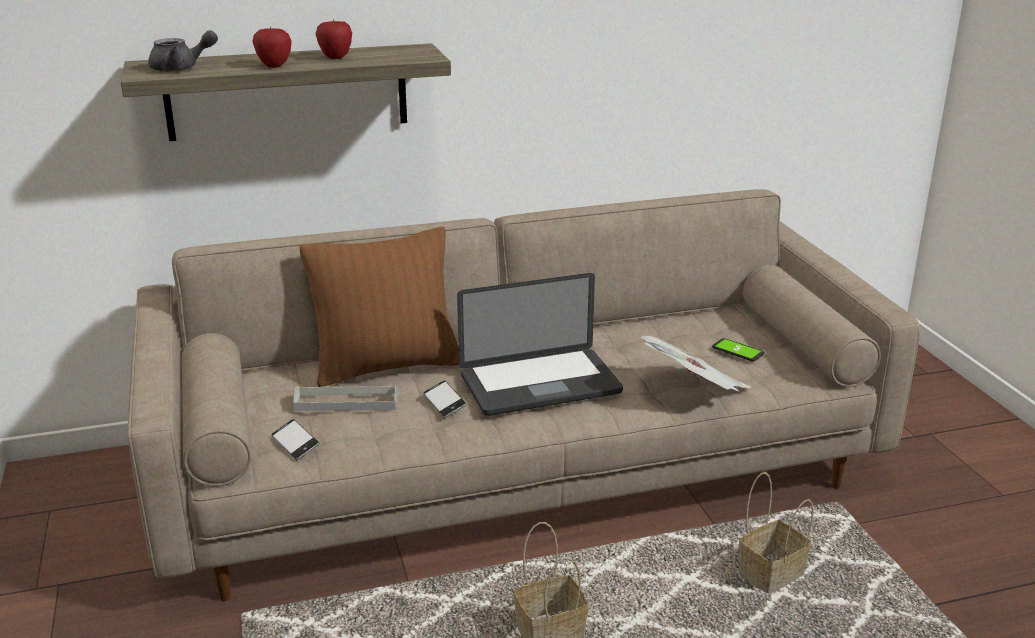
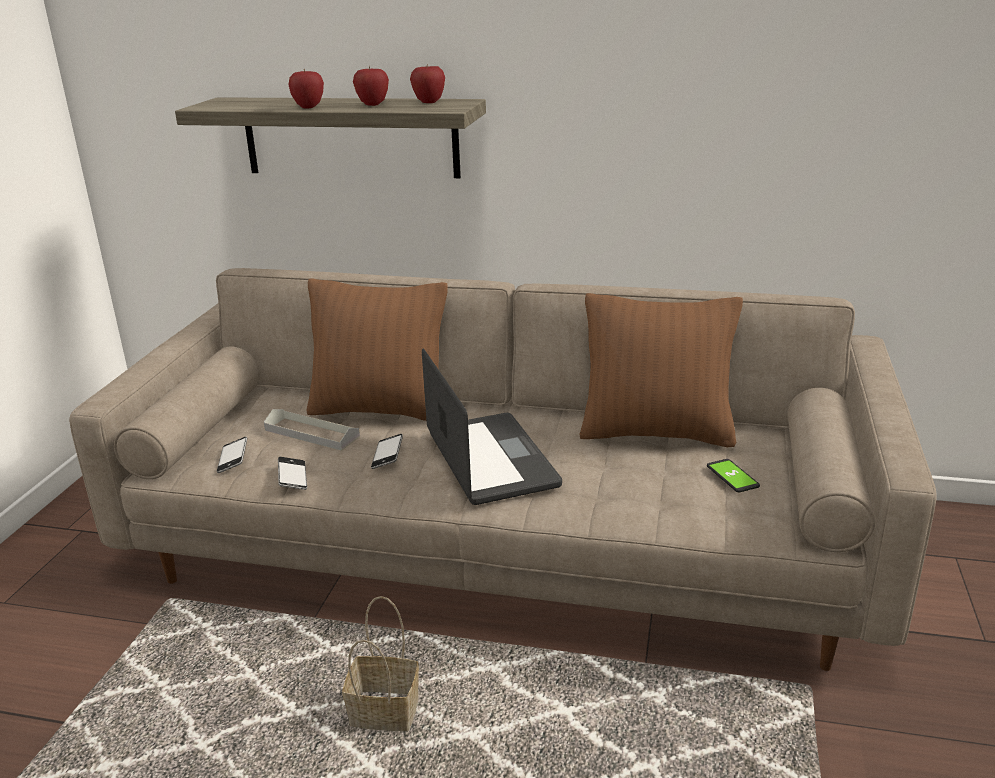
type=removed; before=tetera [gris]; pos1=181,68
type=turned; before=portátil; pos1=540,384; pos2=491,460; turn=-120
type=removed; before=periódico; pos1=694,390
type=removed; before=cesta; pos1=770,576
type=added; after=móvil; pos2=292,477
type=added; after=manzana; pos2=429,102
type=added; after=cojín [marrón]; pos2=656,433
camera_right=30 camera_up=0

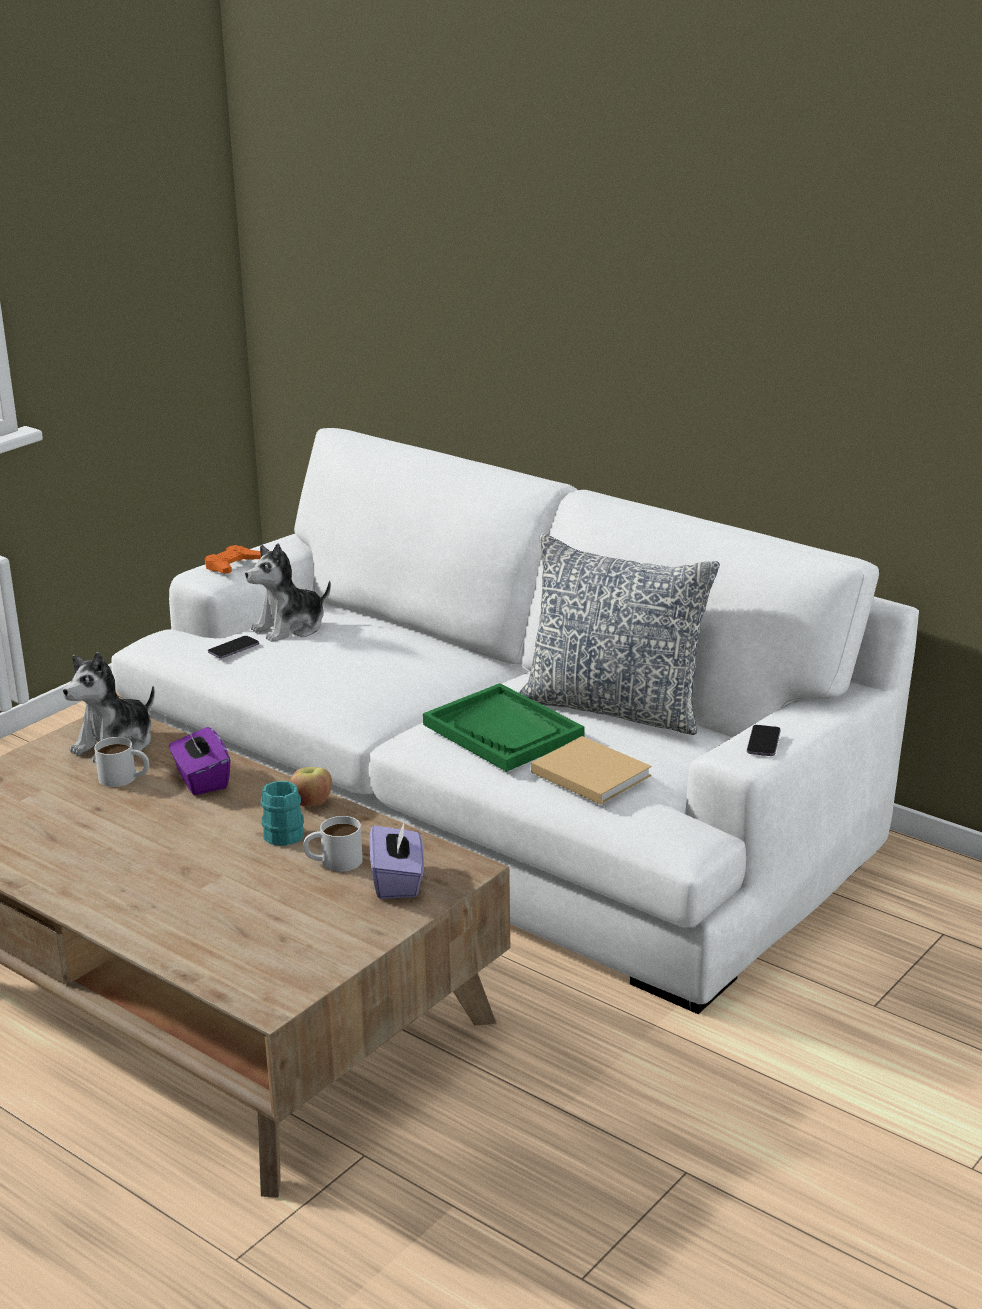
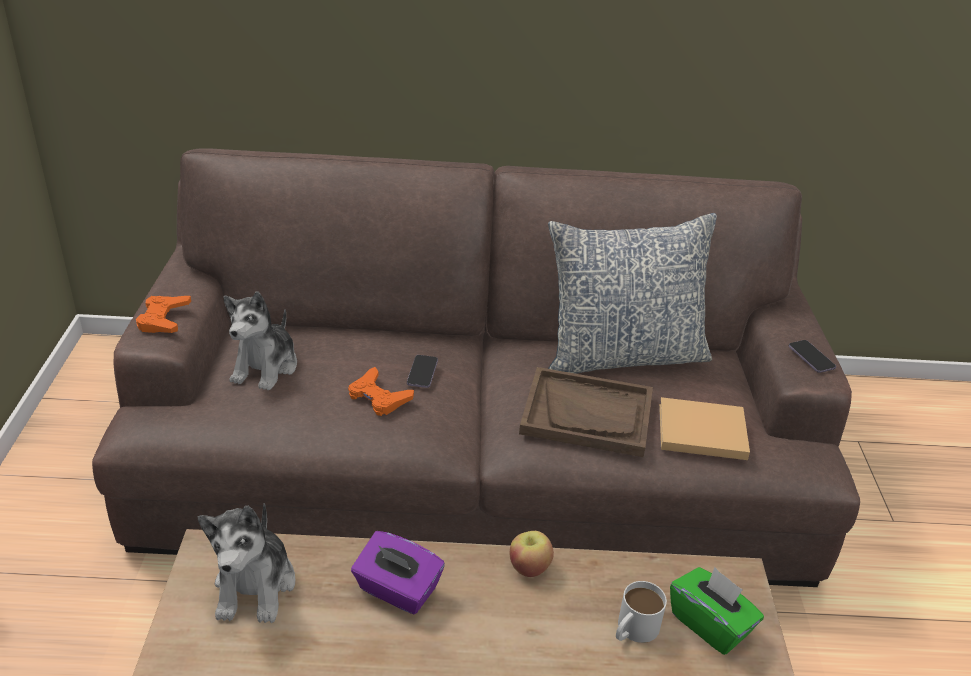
type=removed; before=taza grande [blanco]; pos1=124,778
type=recoloured; before=sofá [blanco]; after=sofá [marrón]; pos1=495,804; pos2=478,456
type=moved; before=móvil; pos1=233,649; pos2=422,372
type=removed; before=taza grande [turquesa]; pos1=280,833
type=recoloured; before=caja de pañuelos [morado]; after=caja de pañuelos [verde]; pos1=398,881; pos2=710,624
type=recoloured; before=bandeja [verde]; after=bandeja [marrón]; pos1=503,731; pos2=587,414
type=added; after=mando de consola [naranja]; pos2=378,397
camera_right=-40 camera_up=10

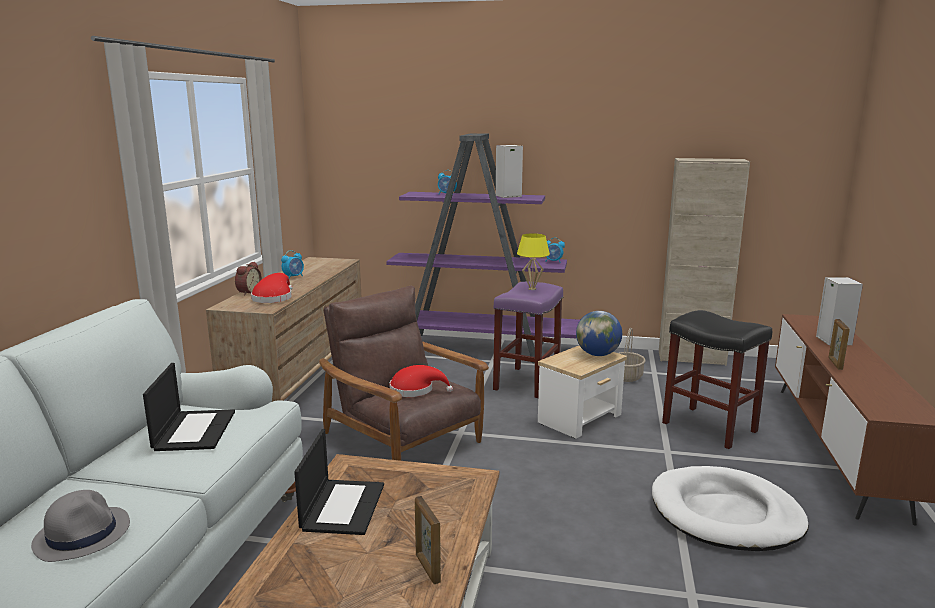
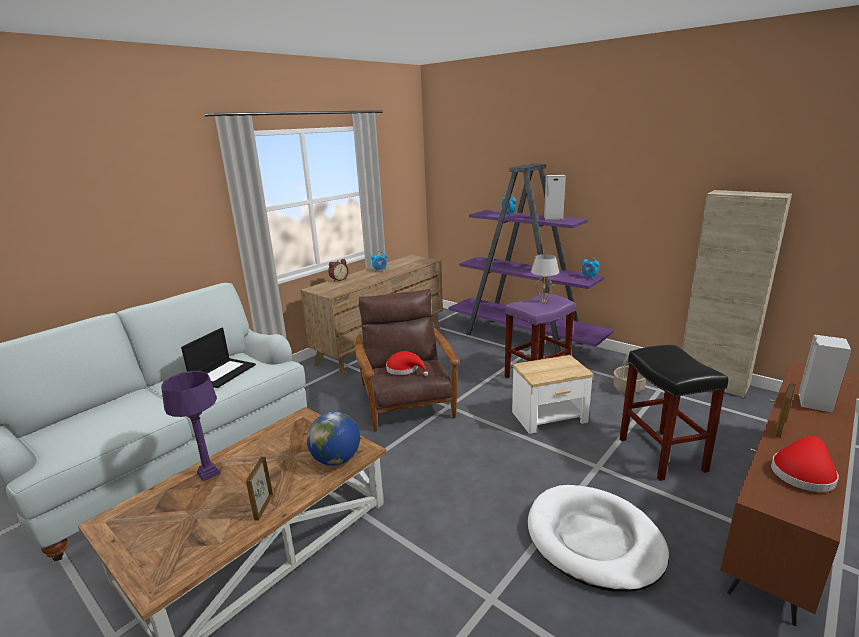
type=removed; before=sombrero [gris]; pos1=83,534
type=moved; before=sombrero [rojo]; pos1=273,298; pos2=802,472
type=removed; before=portátil; pos1=342,506
type=recoloured; before=lámpara de mesa [amarillo]; after=lámpara de mesa [blanco]; pos1=532,289; pos2=543,301
type=moved; before=globo terráqueo; pos1=597,354; pos2=336,459
type=added; after=lámpara de mesa [morado]; pos2=208,473
camera_right=30 camera_up=5

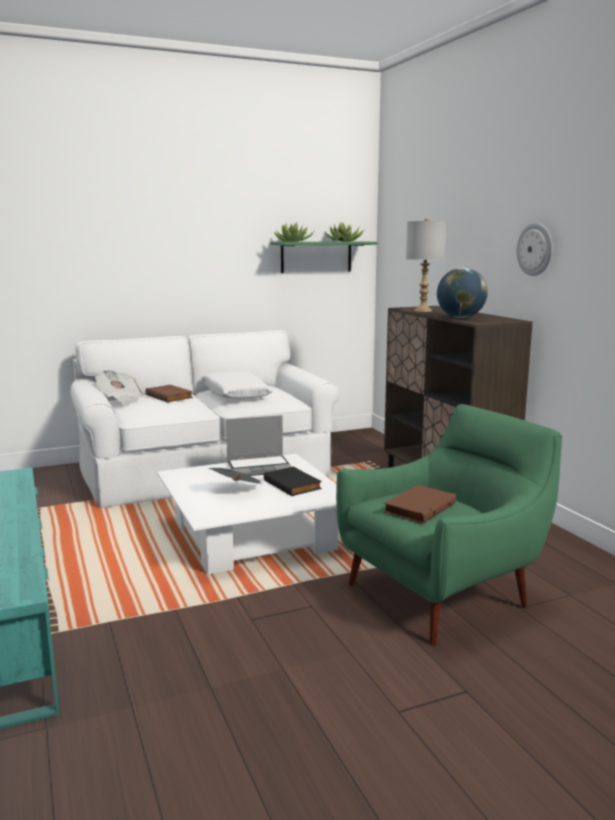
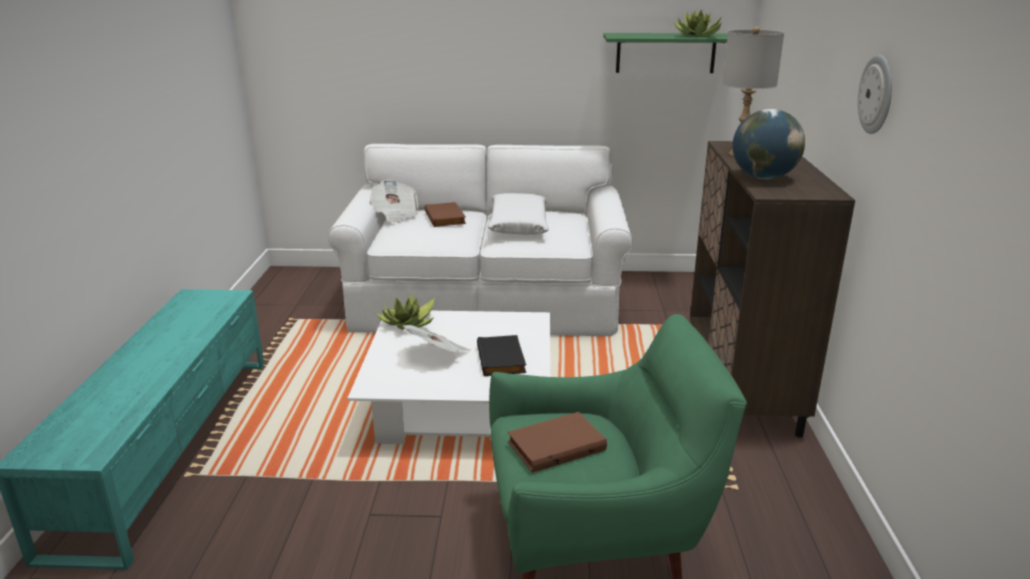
type=removed; before=portátil; pos1=260,467
type=moved; before=planta en maceta; pos1=293,241; pos2=409,324
camera_right=25 camera_up=10

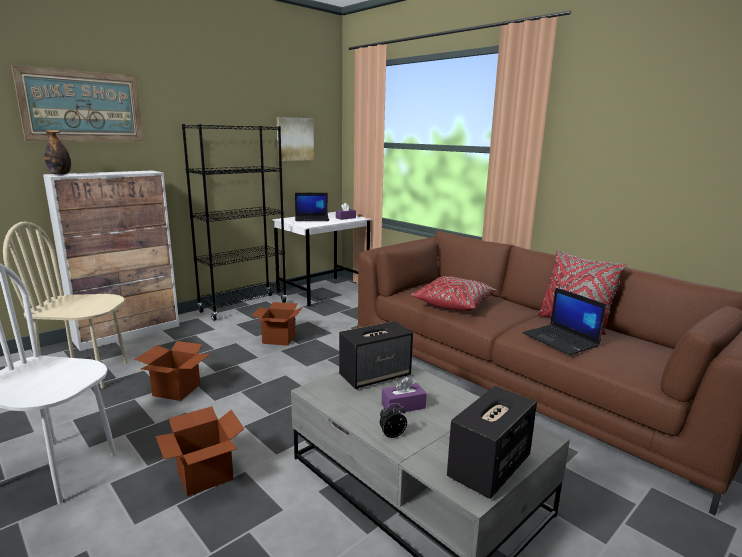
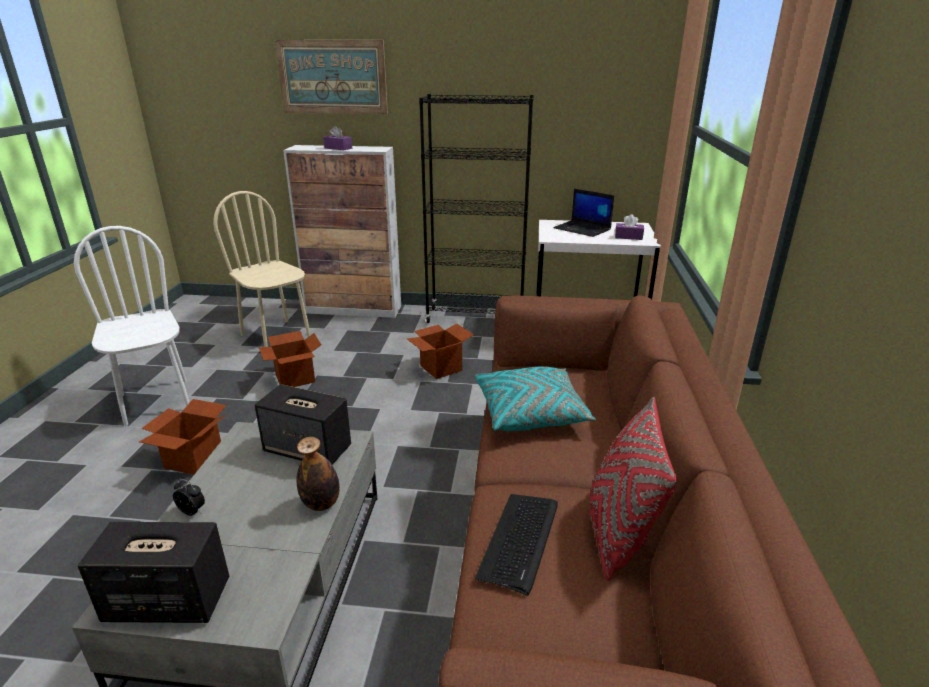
type=moved; before=botella; pos1=60,174; pos2=321,504
type=removed; before=cuadro; pos1=294,139
type=moved; before=caja de pañuelos [morado]; pos1=403,406; pos2=338,148
type=recoloured; before=cojín [rojo]; after=cojín [turquesa]; pos1=454,304; pos2=531,413
type=replaced; before=portátil; after=teclado; pos1=561,340; pos2=520,540
camera_right=50 camera_up=10

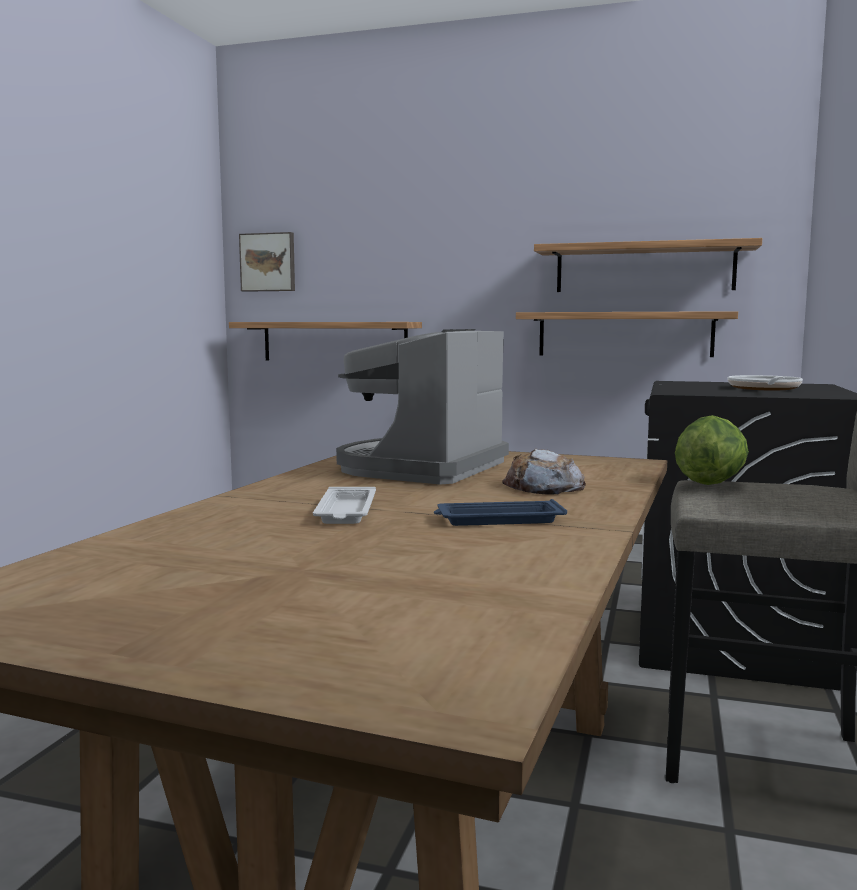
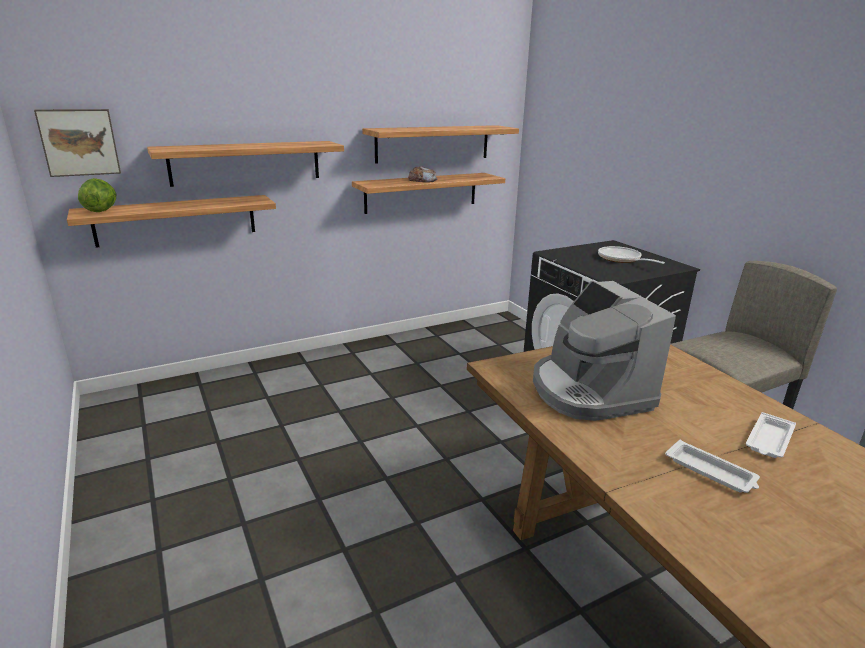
type=recoloured; before=bandeja [azul]; after=bandeja [blanco]; pos1=497,520; pos2=769,440
type=moved; before=pan; pos1=543,487; pos2=422,180
type=moved; before=lechuga; pos1=710,483; pos2=101,211
type=added; after=estante; pos2=246,162
camera_right=-45 camera_up=15

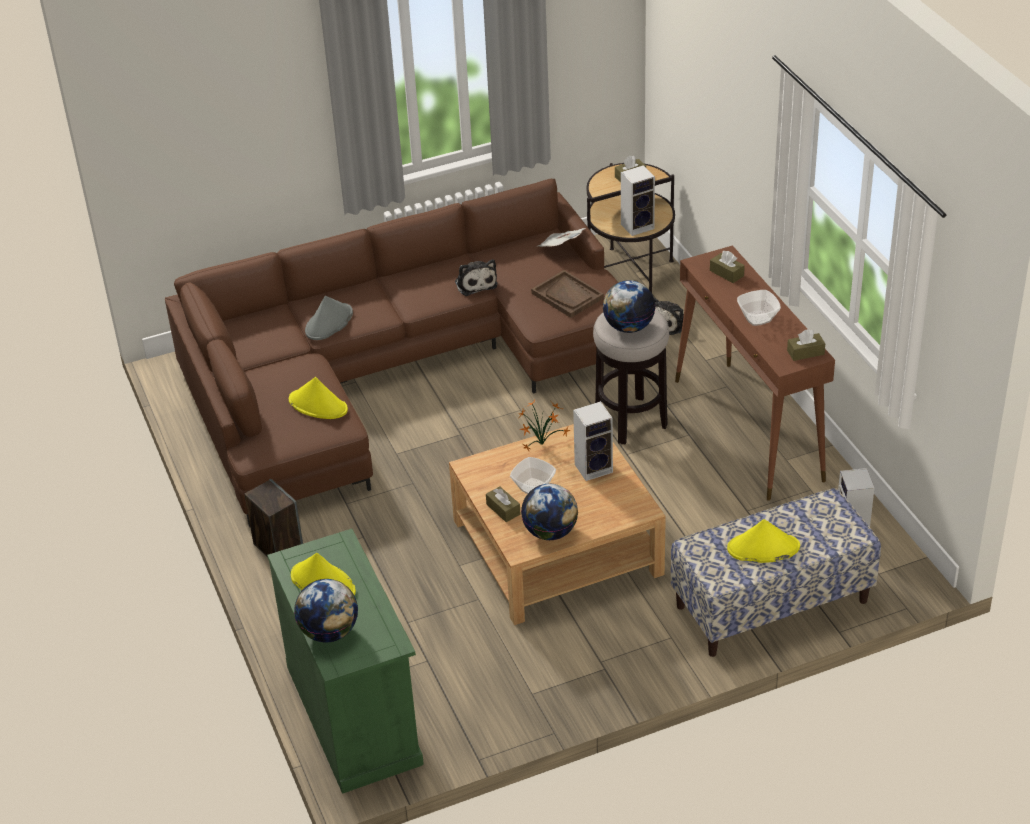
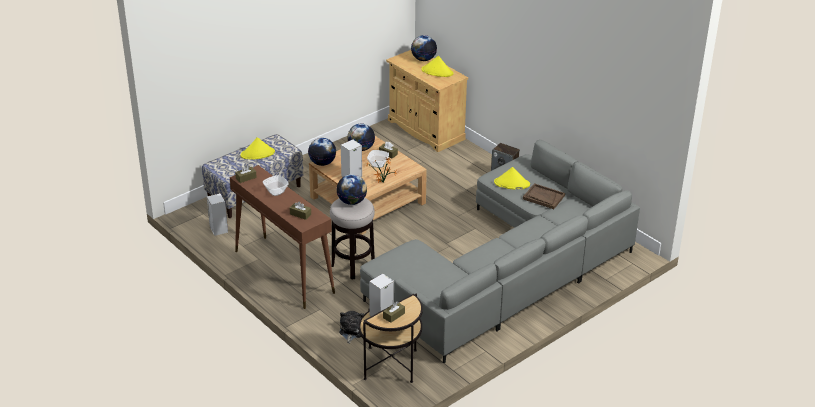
type=recoloured; before=sofá [marrón]; after=sofá [gris]; pos1=393,372; pos2=506,270
type=recoloured; before=armario [verde]; after=armario [beis]; pos1=354,715; pos2=426,130
type=removed; before=sombrero [gris]; pos1=329,323
type=removed; before=peluche; pos1=475,283
type=moved; before=bandeja [marrón]; pos1=567,296; pos2=543,197
type=removed; before=periódico; pos1=561,248
type=added; after=globo terráqueo; pos2=322,163
camera_right=160 camera_up=-5

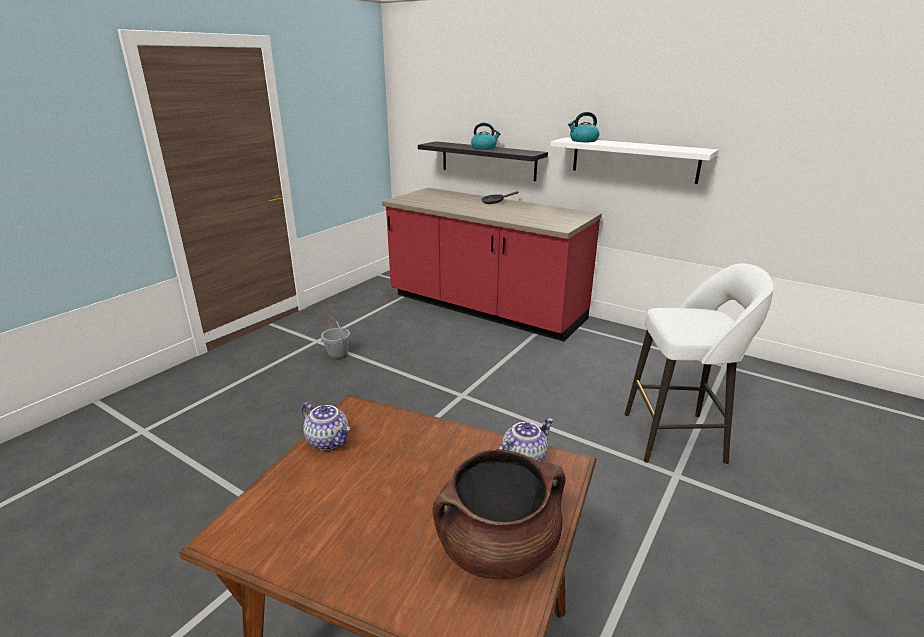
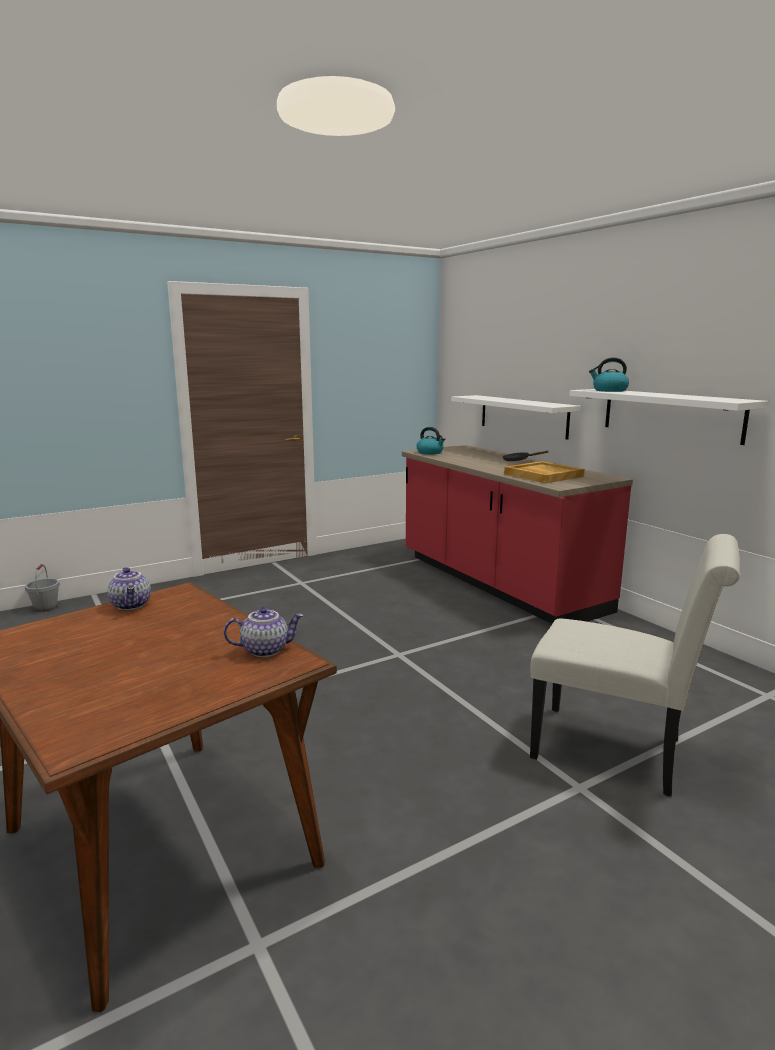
type=moved; before=cubo [gris]; pos1=337,355; pos2=45,607
type=recoloured; before=estante [negro]; after=estante [blanco]; pos1=488,160; pos2=523,416
type=removed; before=olla [marrón]; pos1=497,547
type=moved; before=hervidor; pos1=484,148; pos2=430,452
type=replaced; before=taburete [blanco]; after=silla [blanco]; pos1=676,437; pos2=618,751
type=added; after=bandeja [beis]; pos2=542,475
camera_right=25 camera_up=-10

